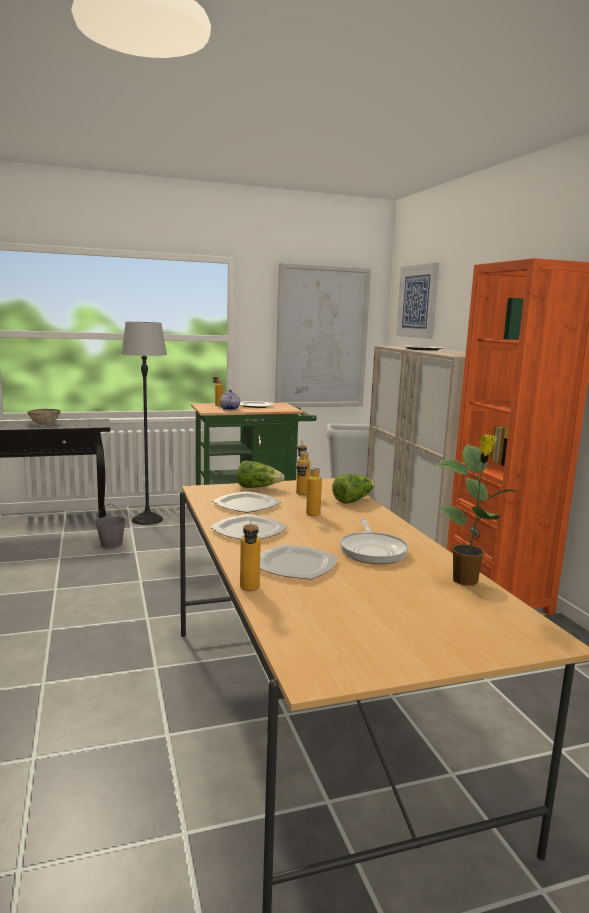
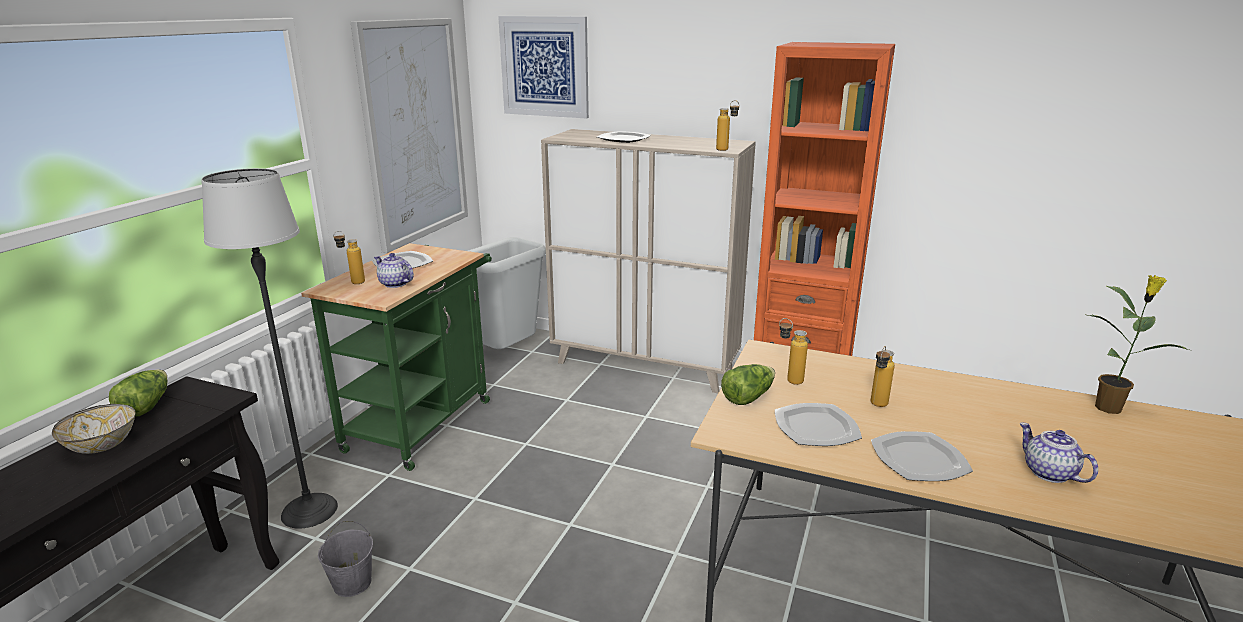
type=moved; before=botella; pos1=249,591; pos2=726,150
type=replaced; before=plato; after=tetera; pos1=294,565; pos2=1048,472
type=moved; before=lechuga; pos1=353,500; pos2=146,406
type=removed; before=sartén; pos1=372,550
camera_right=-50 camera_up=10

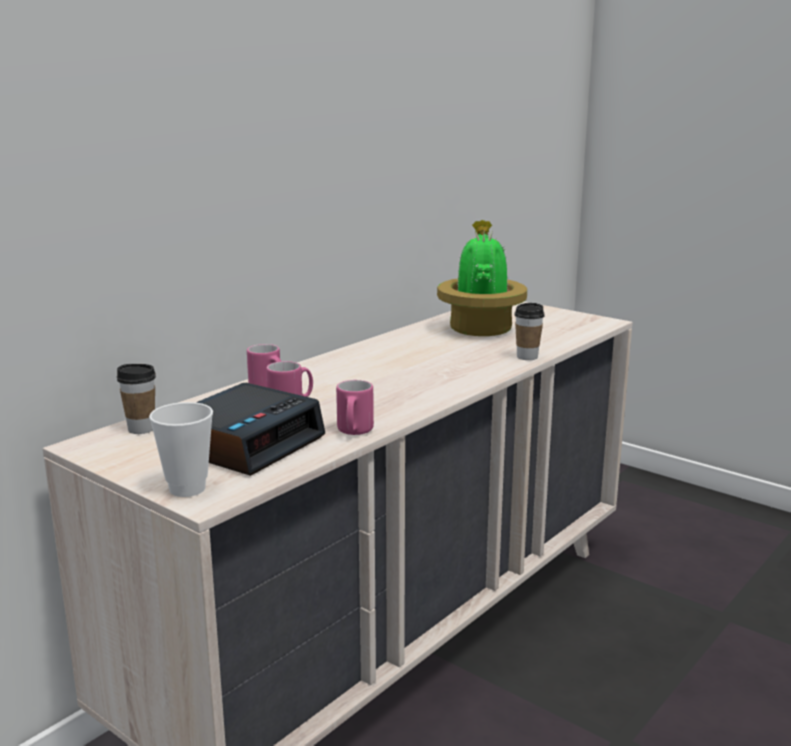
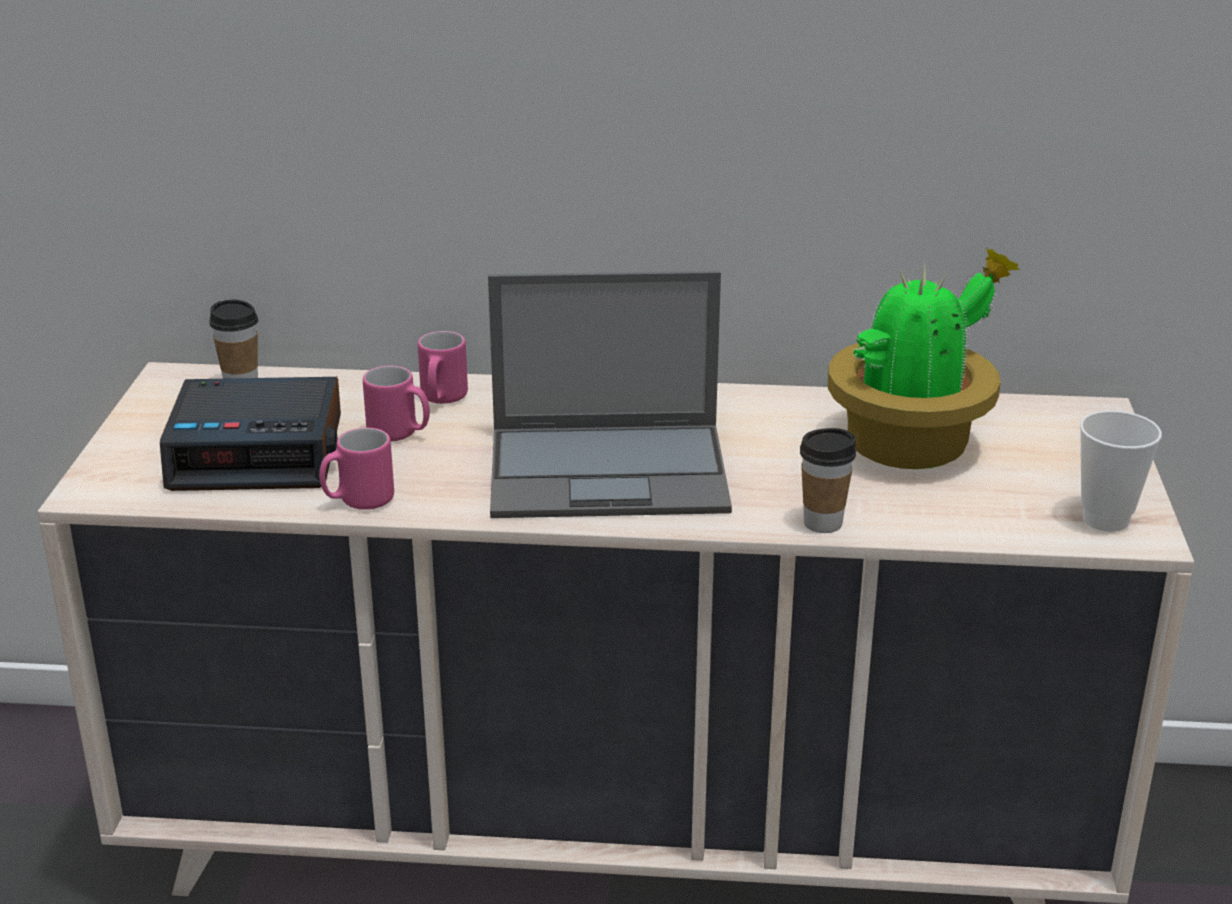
type=moved; before=taza; pos1=187,489; pos2=1105,519
type=added; after=portátil; pos2=611,471
camera_right=55 camera_up=10

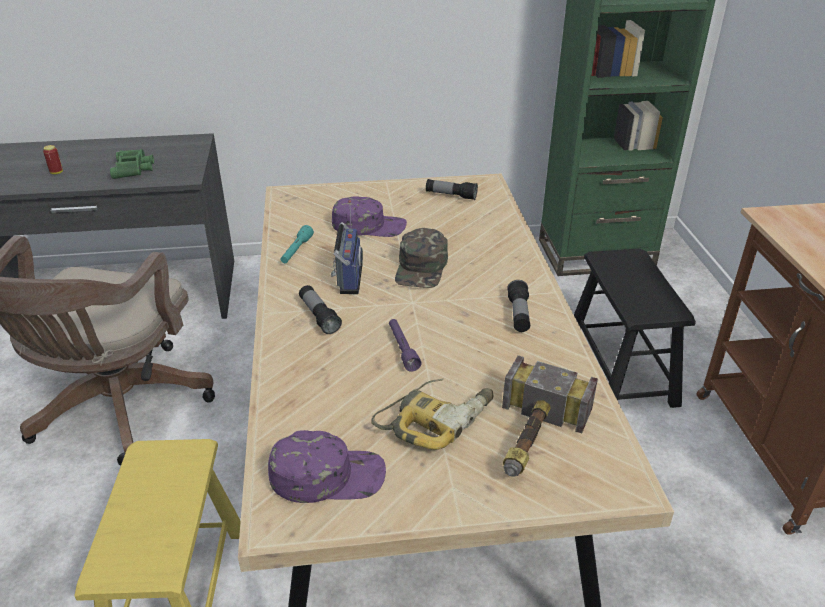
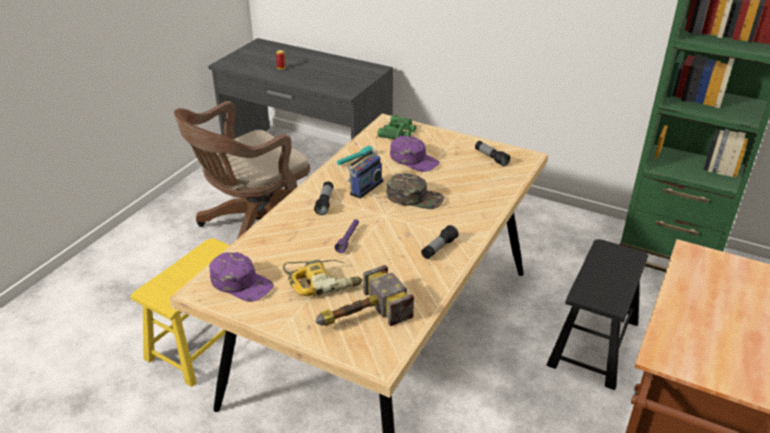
type=moved; before=prismáticos [verde]; pos1=133,168; pos2=398,132
type=turned; before=gorra [verde]; pos1=422,267; pos2=415,197; turn=-120
camera_right=35 camera_up=0

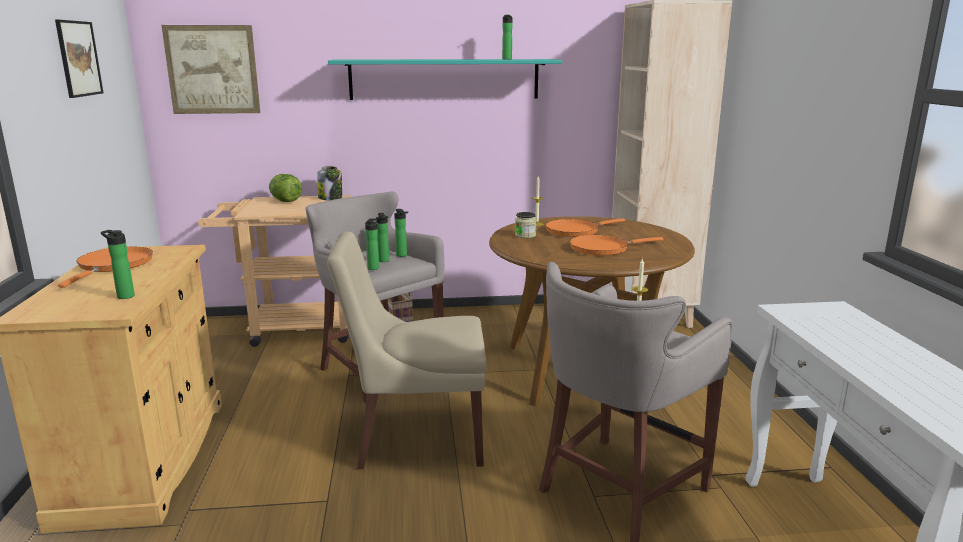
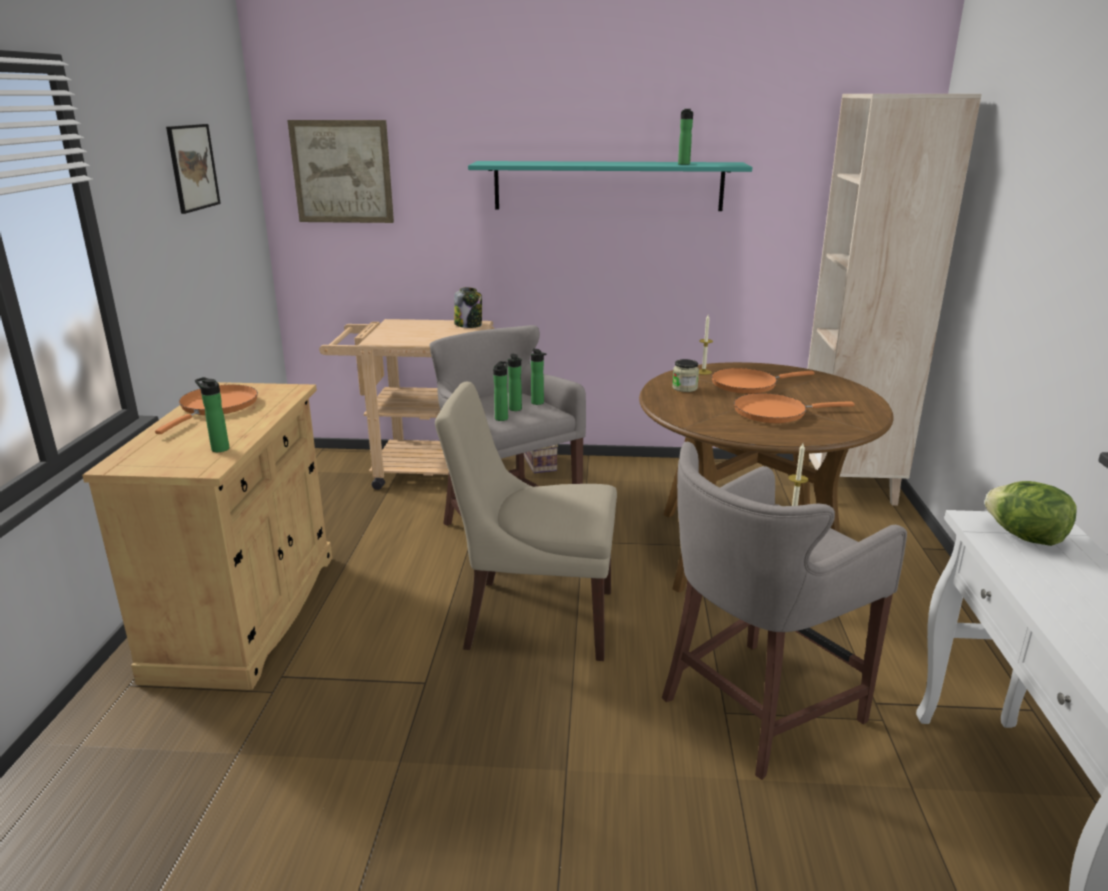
type=moved; before=lechuga; pos1=285,201; pos2=1025,537
camera_right=10 camera_up=5

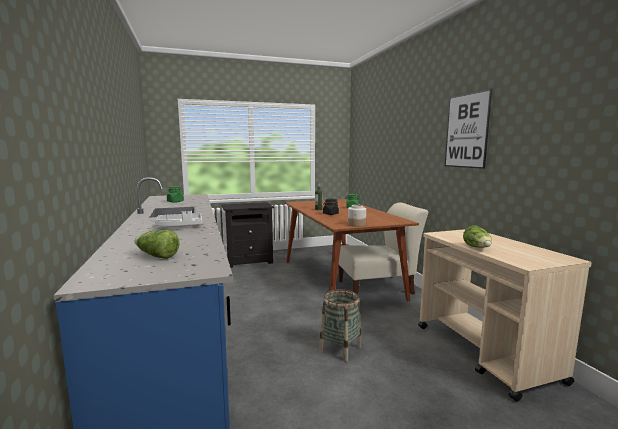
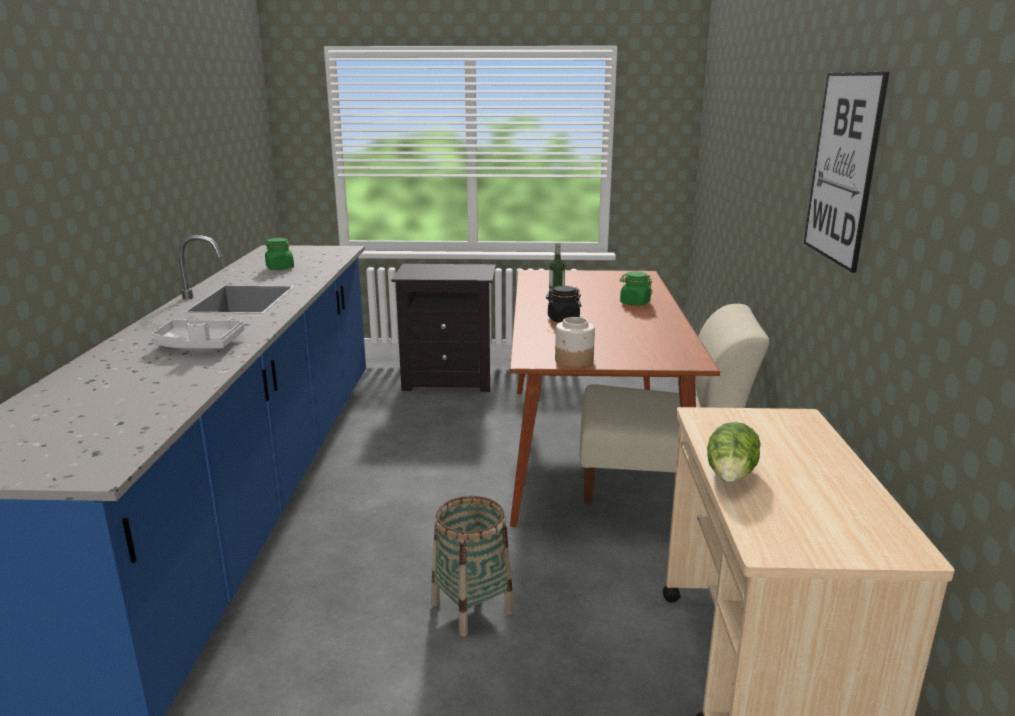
type=removed; before=lechuga; pos1=157,256
camera_right=20 camera_up=10

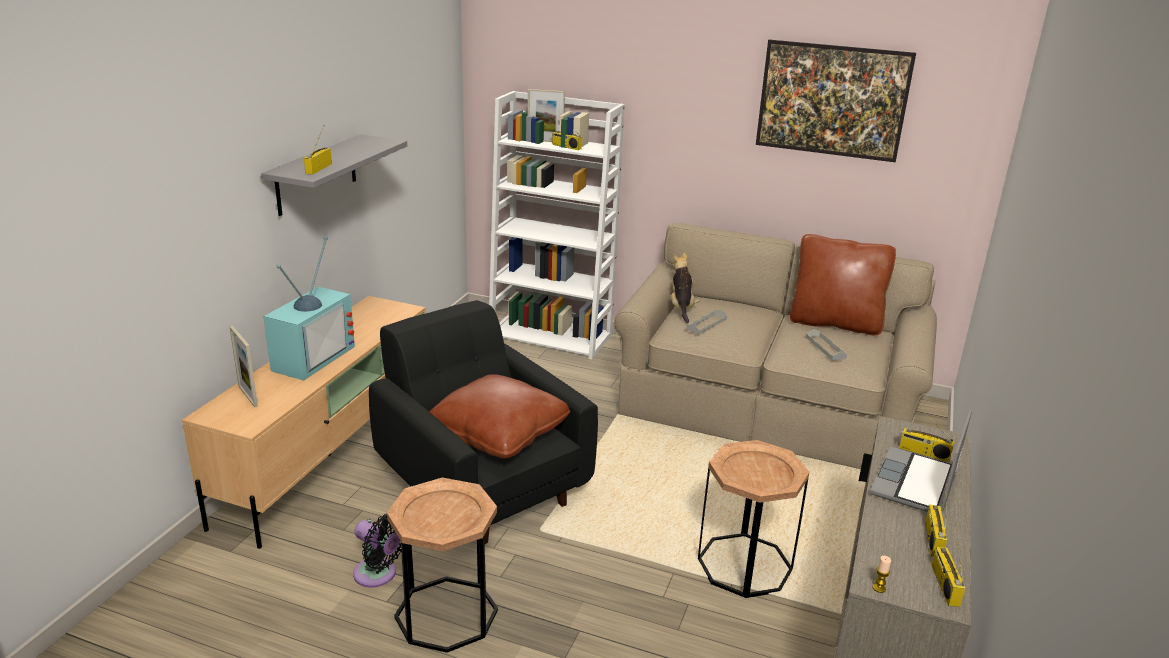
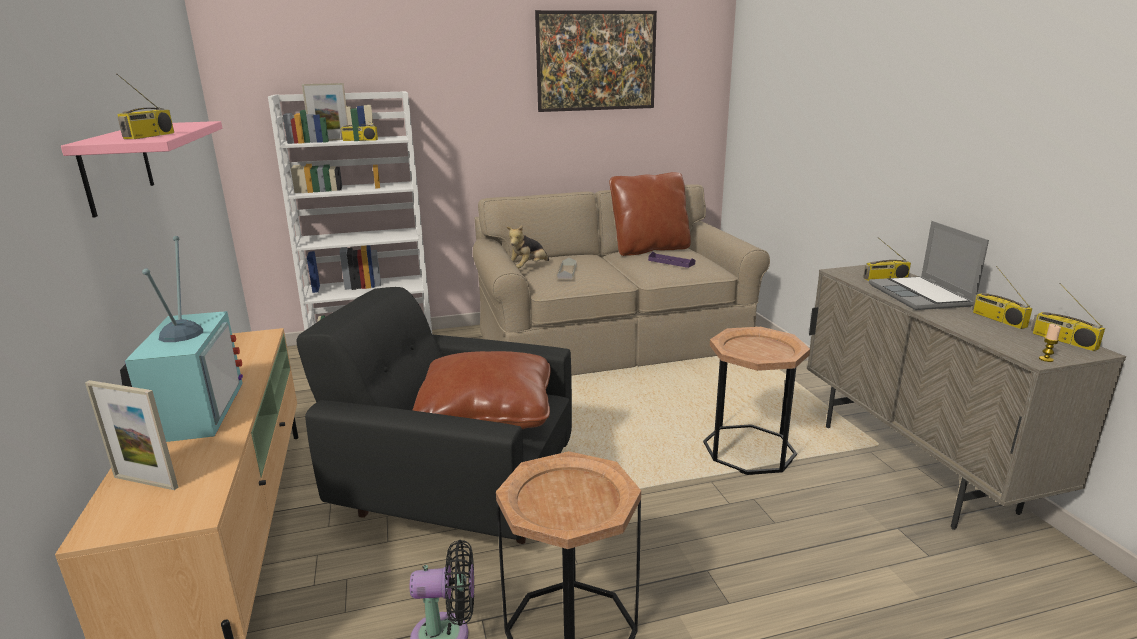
type=recoloured; before=estante [gris]; after=estante [rosa]; pos1=316,174; pos2=117,166
type=turned; before=radio; pos1=318,168; pos2=149,136; turn=-150
type=turned; before=peluche; pos1=681,307; pos2=528,268; turn=-105
type=recoloured; before=bandeja [gris]; after=bandeja [morado]; pos1=825,348; pos2=671,262
camera_right=-35 camera_up=-5

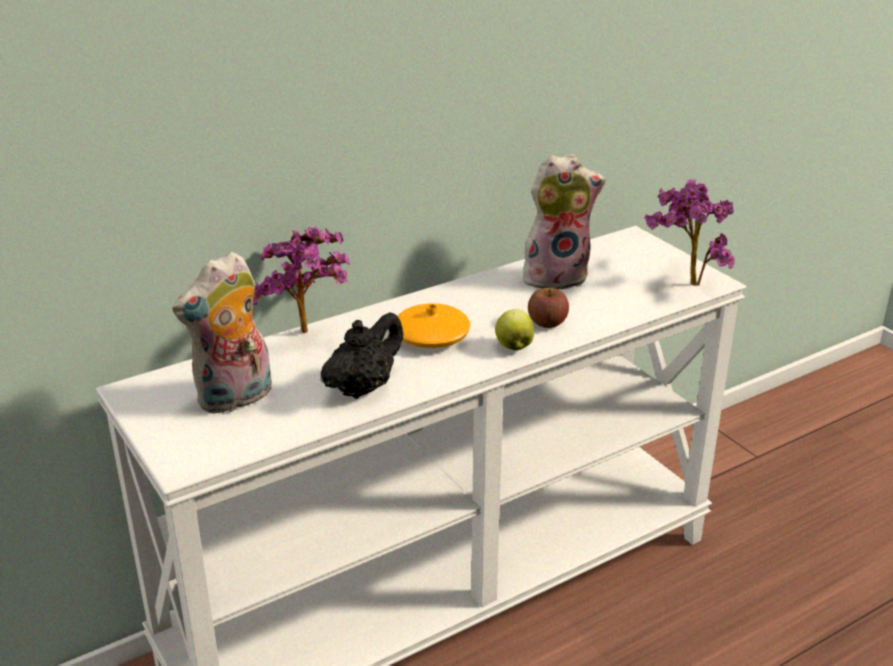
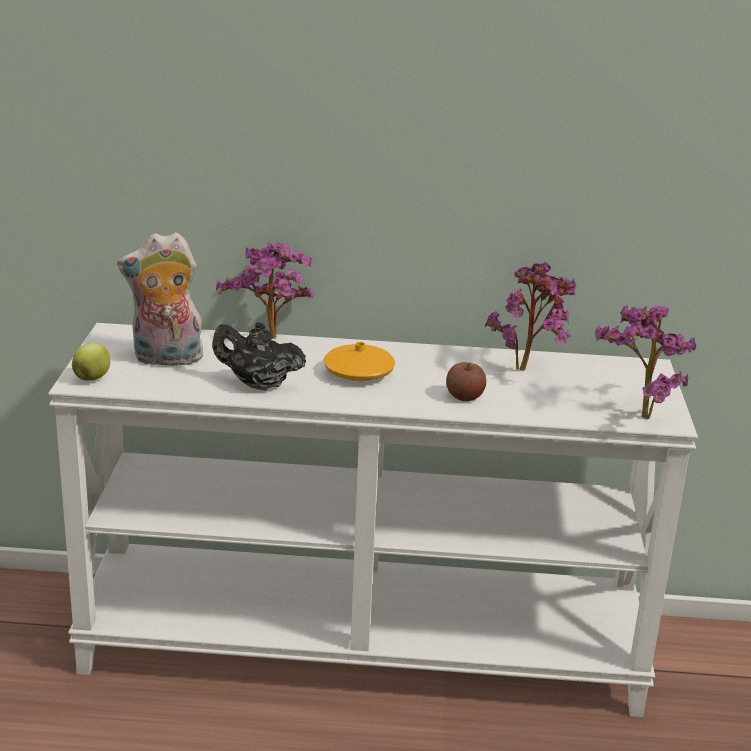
type=turned; before=tetera [negro]; pos1=363,387; pos2=258,385; turn=-150
type=moved; before=manzana; pos1=514,346; pos2=92,378
type=replaced; before=peluche; after=planta en maceta; pos1=556,276; pos2=528,369
camera_right=35 camera_up=-5

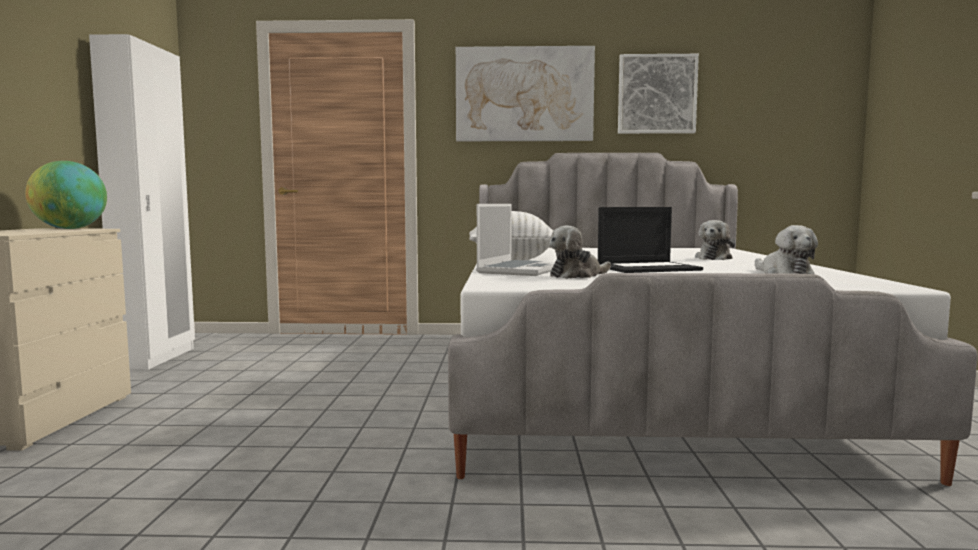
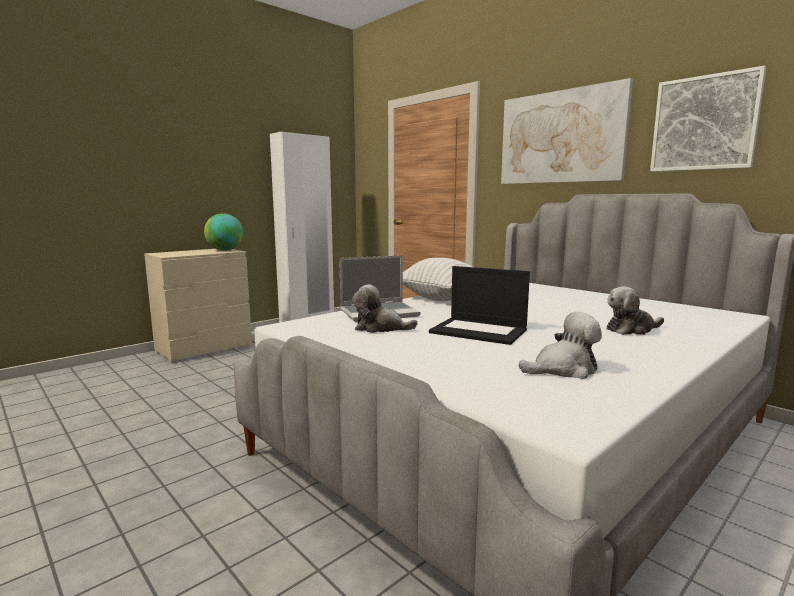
type=turned; before=peluche; pos1=783,273; pos2=563,370; turn=-135
camera_right=45 camera_up=5

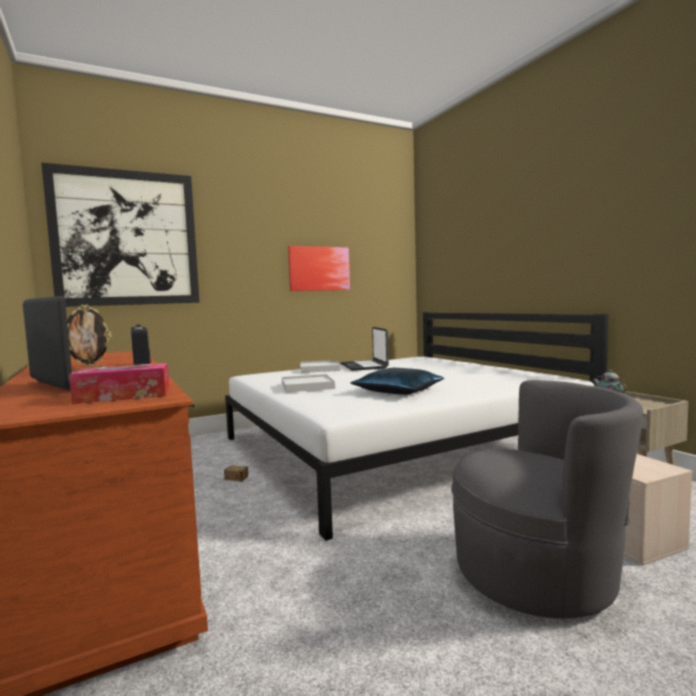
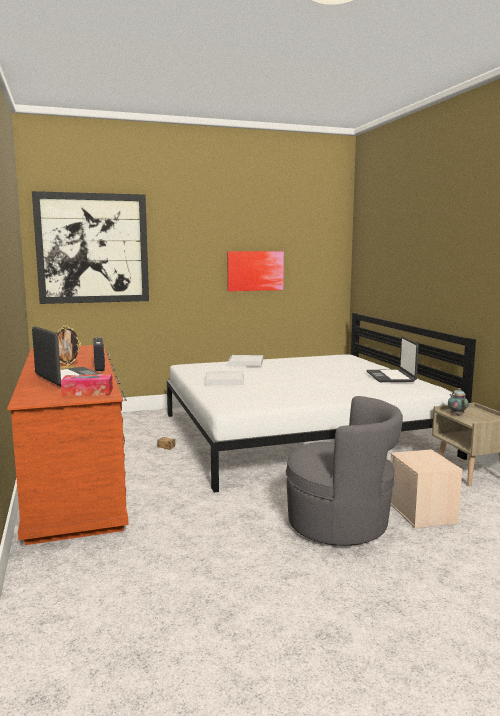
type=moved; before=portátil; pos1=364,366; pos2=391,377
type=removed; before=cojín [azul]; pos1=399,391
camera_right=10 camera_up=5

